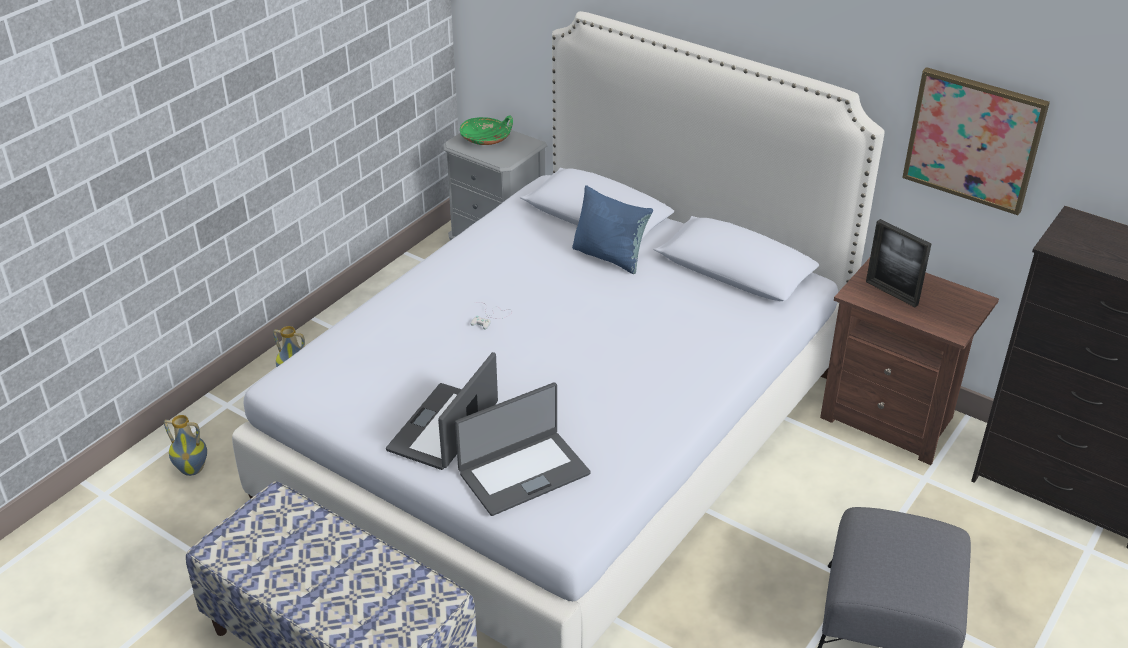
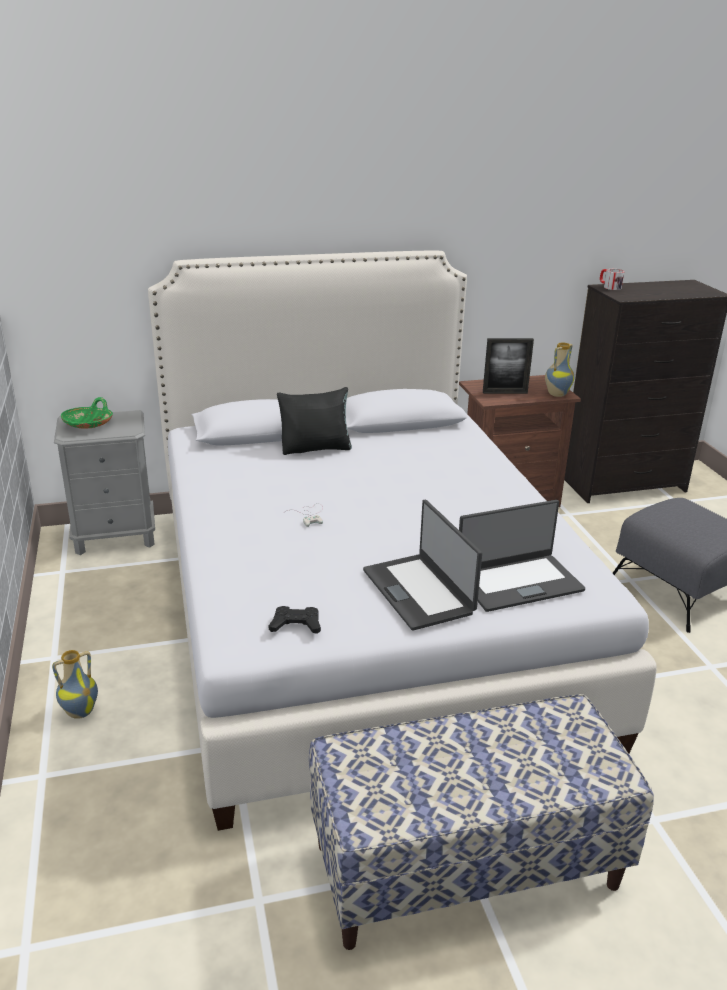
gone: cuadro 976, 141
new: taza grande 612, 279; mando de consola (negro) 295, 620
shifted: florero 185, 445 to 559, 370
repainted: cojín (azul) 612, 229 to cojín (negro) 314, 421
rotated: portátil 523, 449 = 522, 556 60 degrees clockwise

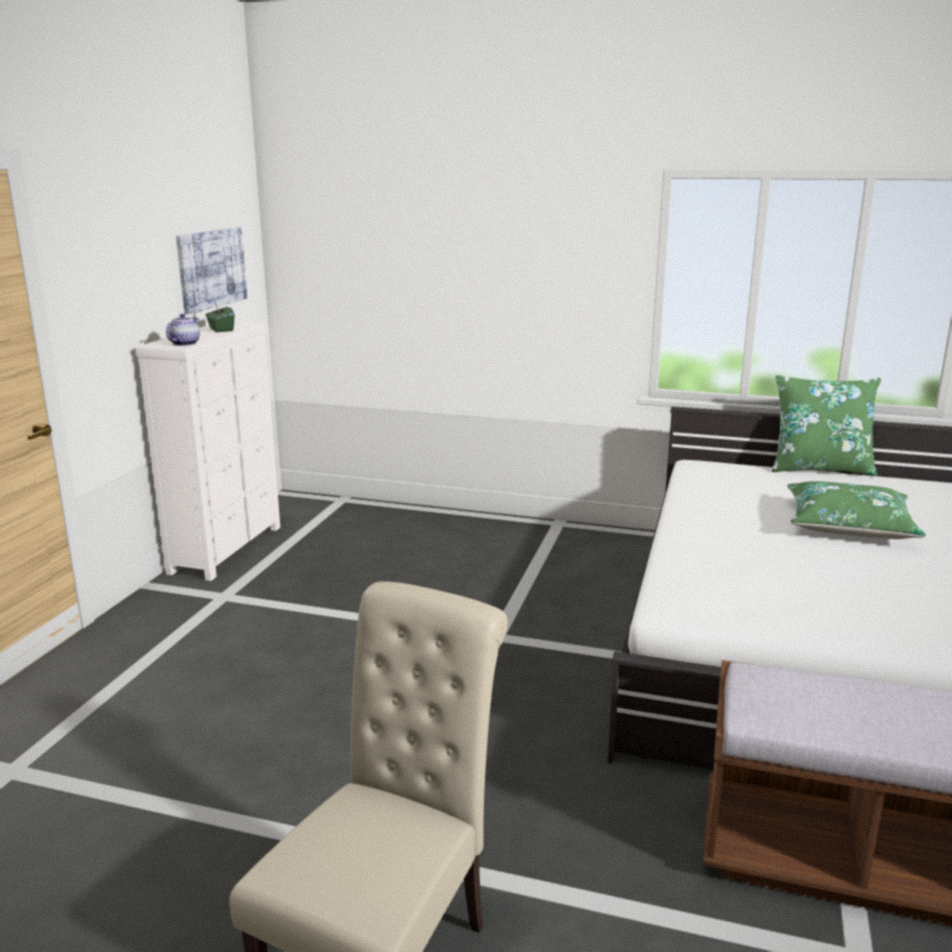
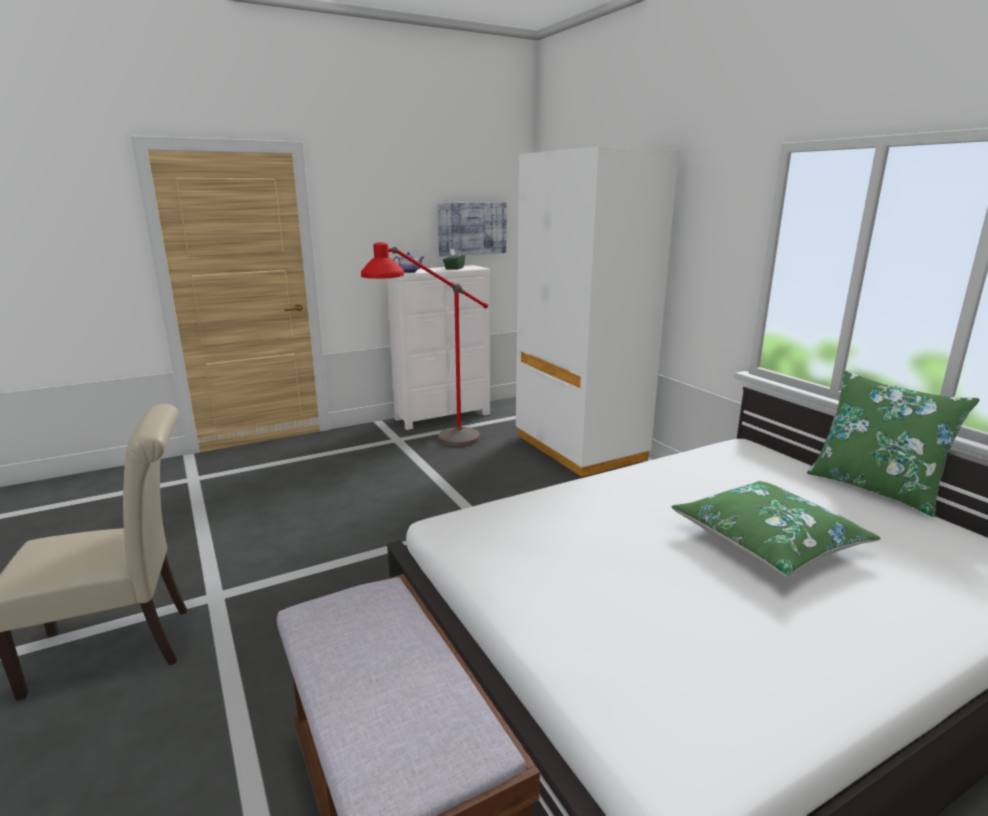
new: armario ropero (blanco) 597, 312; lámpara de pie (rojo) 424, 344

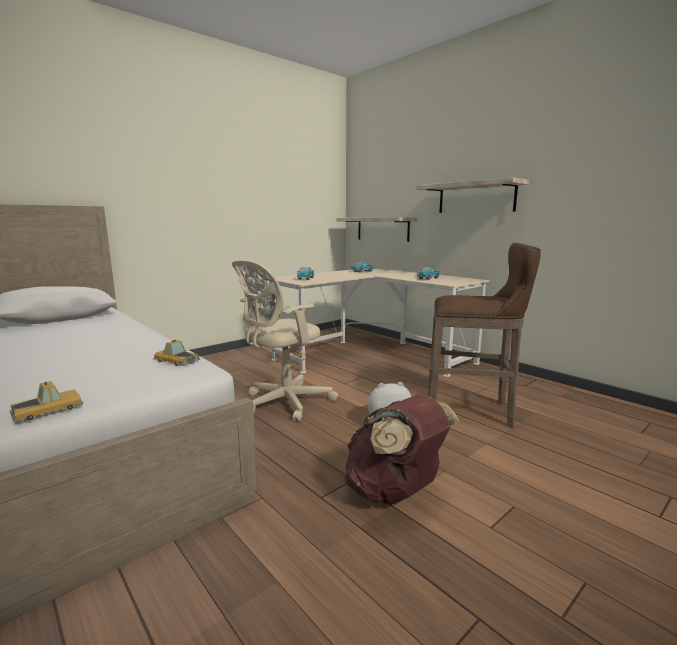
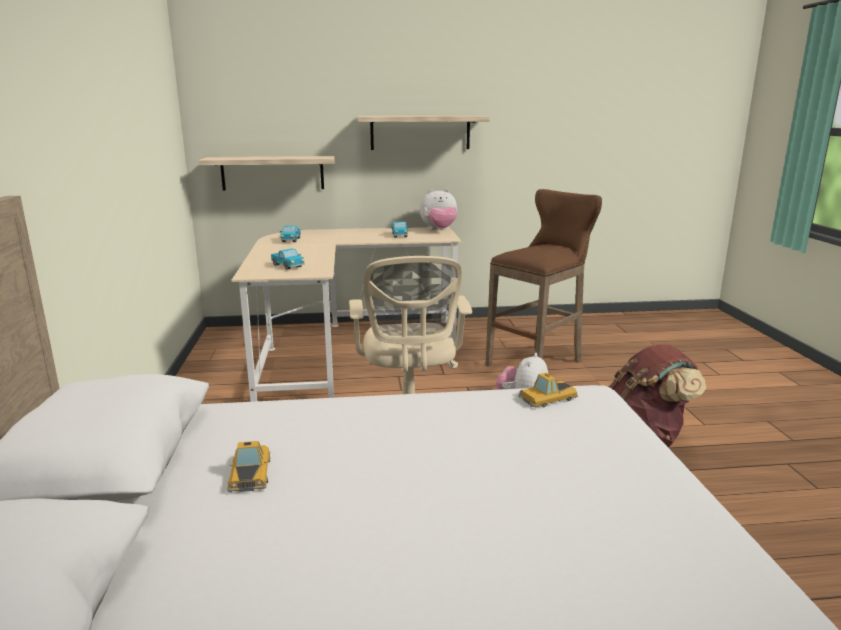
new: peluche 439, 209
shifted: coche de juguete 46, 401 to 248, 466

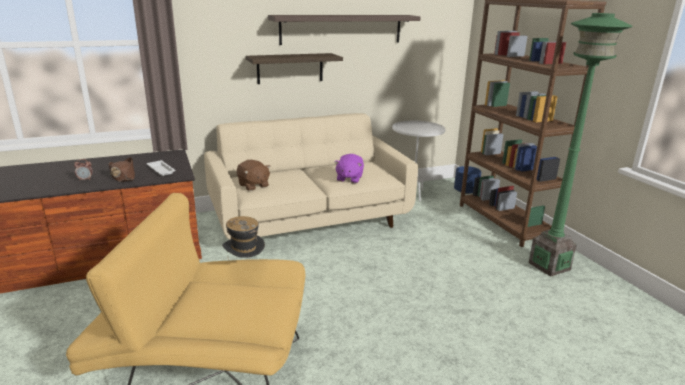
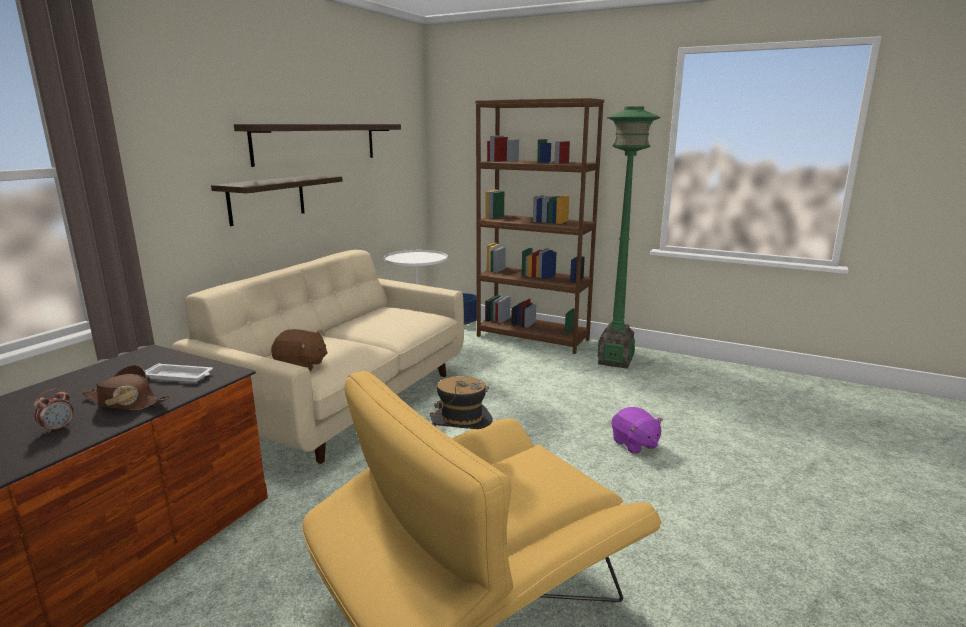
shifted: peluche (morado) 349, 168 to 637, 430

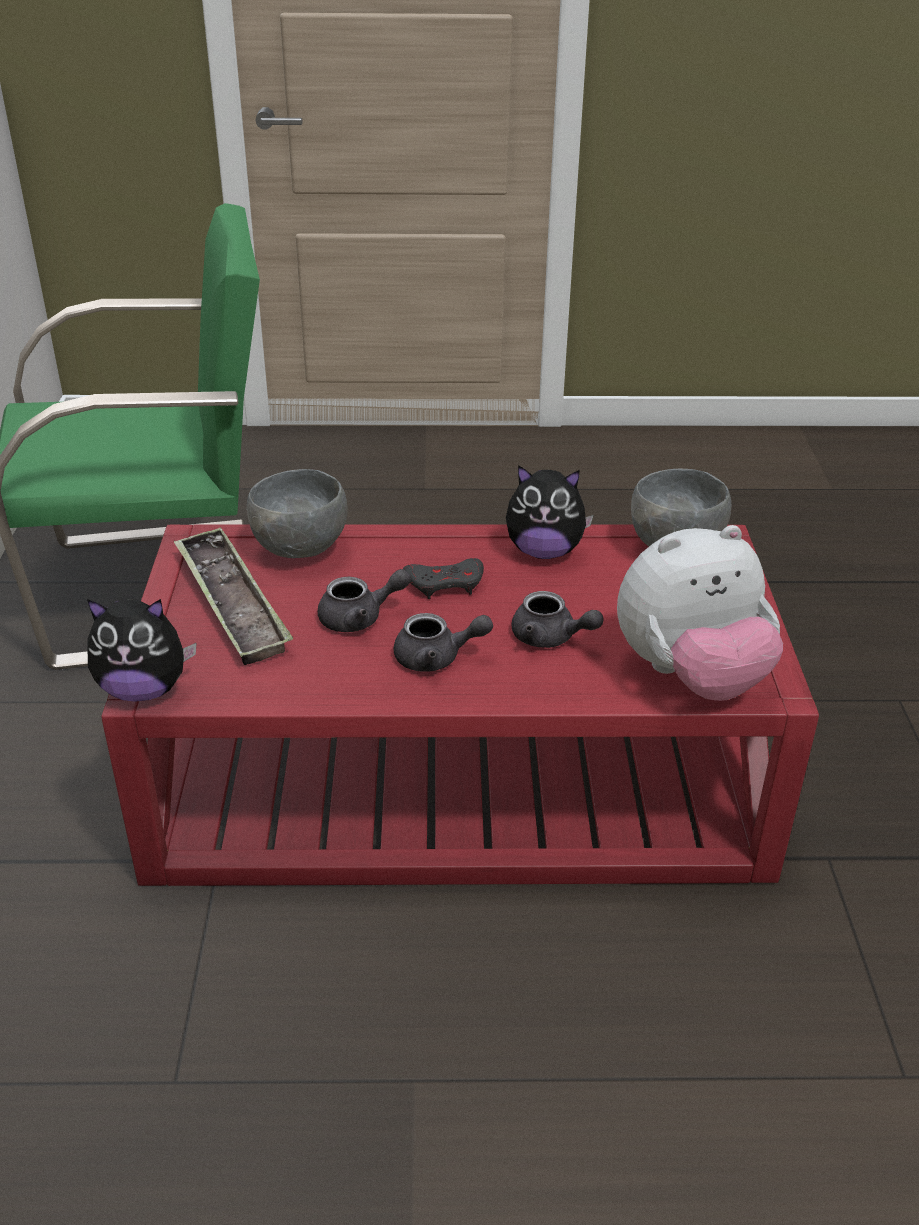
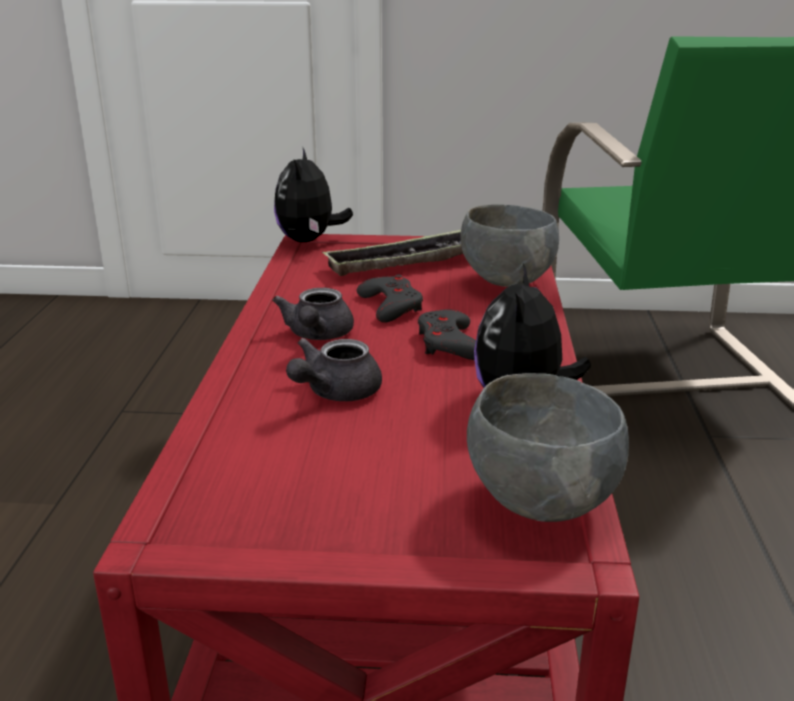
gone: peluche 700, 613
swapped: tetera (gris) 364, 600 to mando de consola (gris) 390, 299

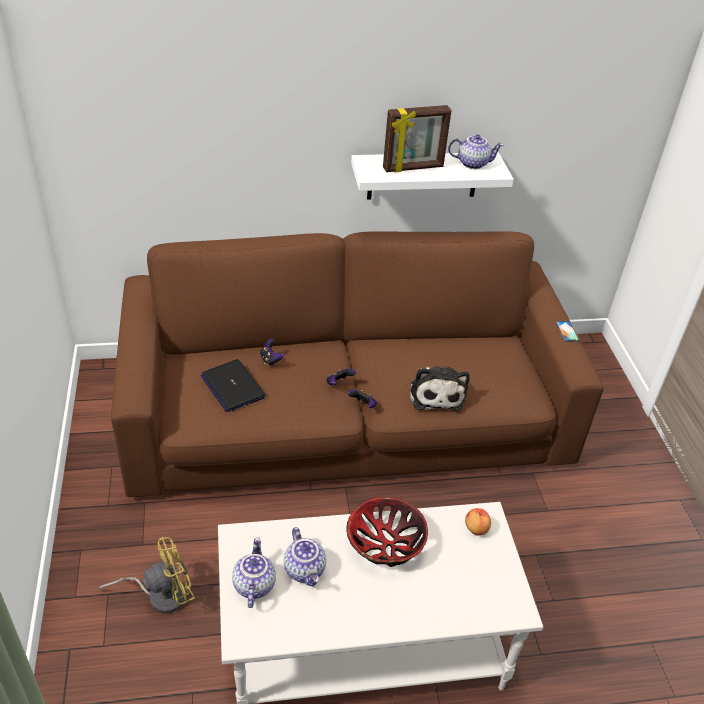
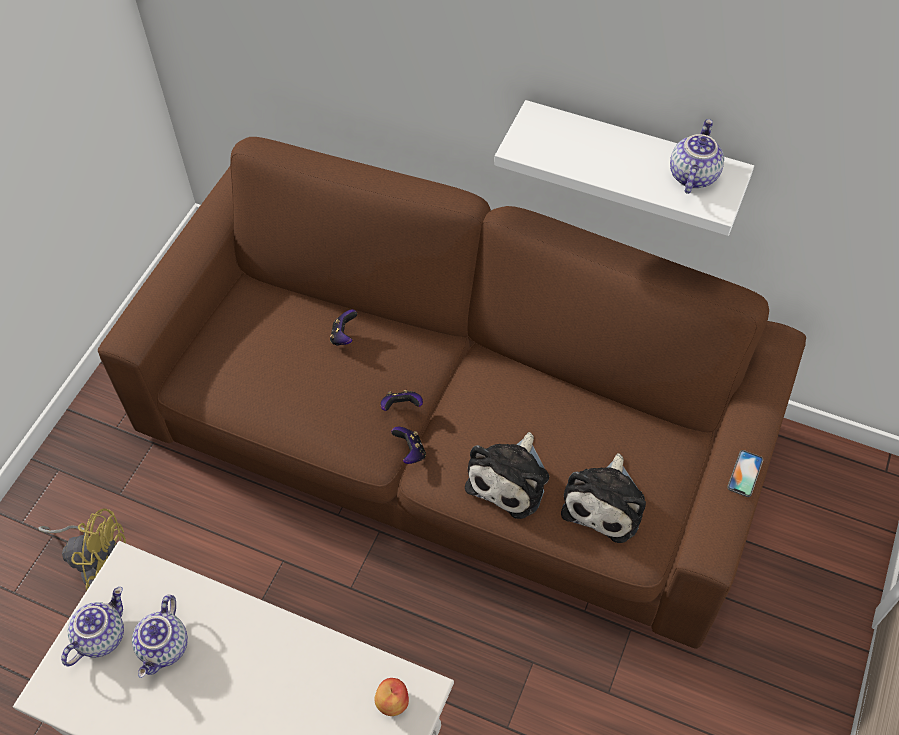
gone: portarretratos 417, 138; portátil 233, 385; cuenco 387, 532
new: peluche 603, 498
rotated: tetera 476, 151 = 697, 156 105 degrees counterclockwise

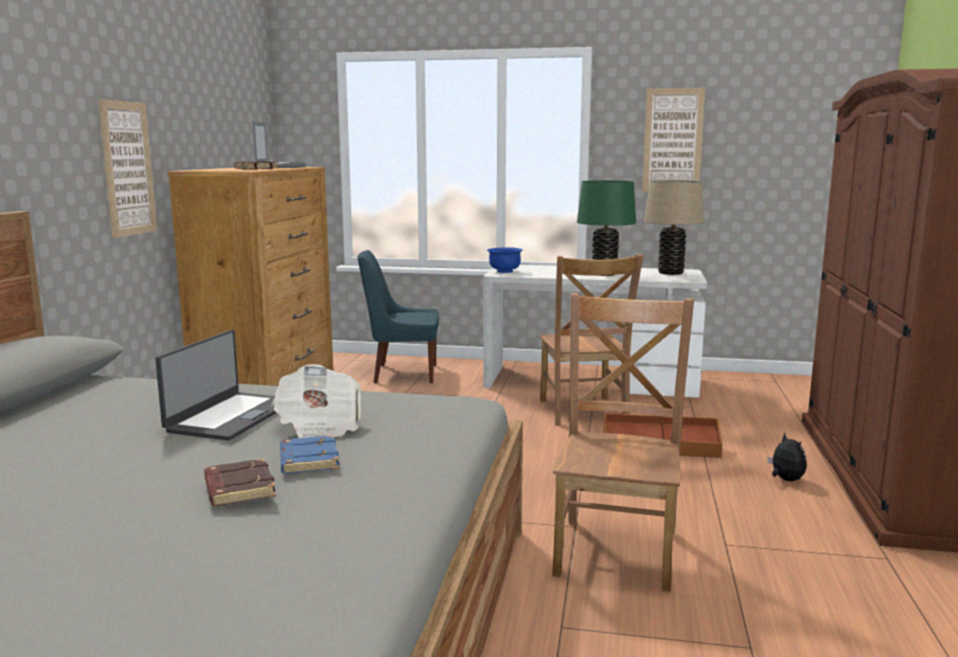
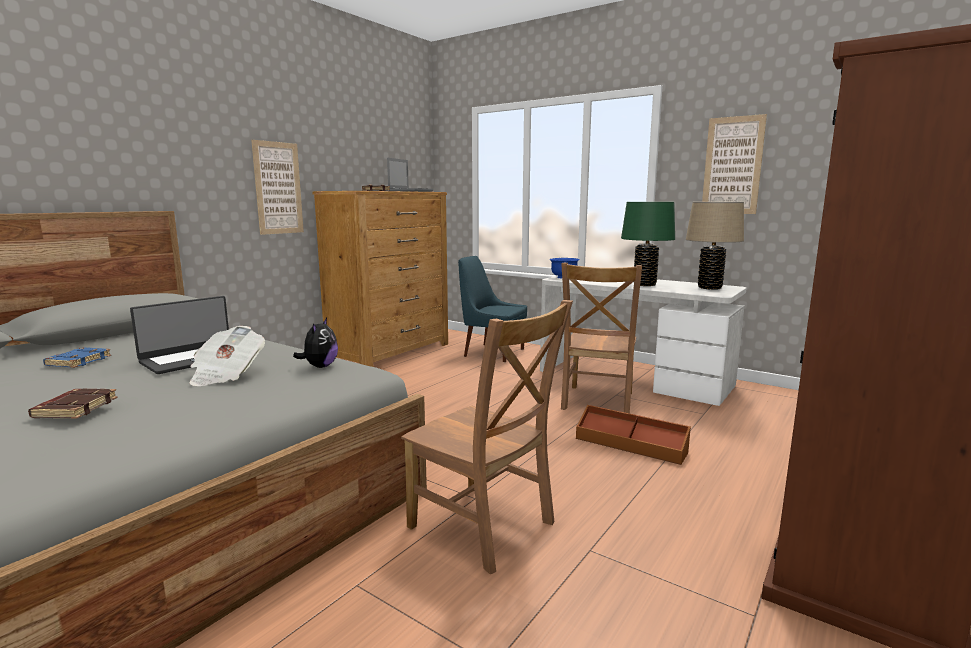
shifted: peluche 787, 457 to 315, 343; libro (azul) 309, 454 to 77, 357
rotated: silla (marrón) 623, 442 = 487, 437 90 degrees clockwise

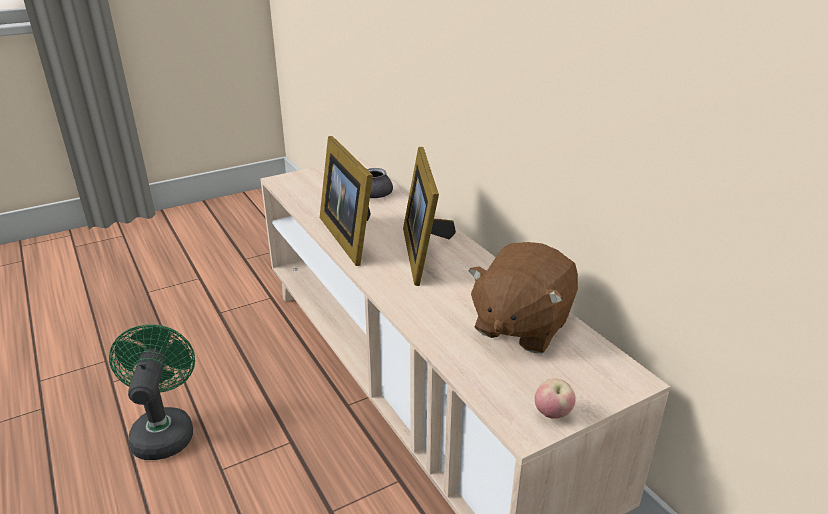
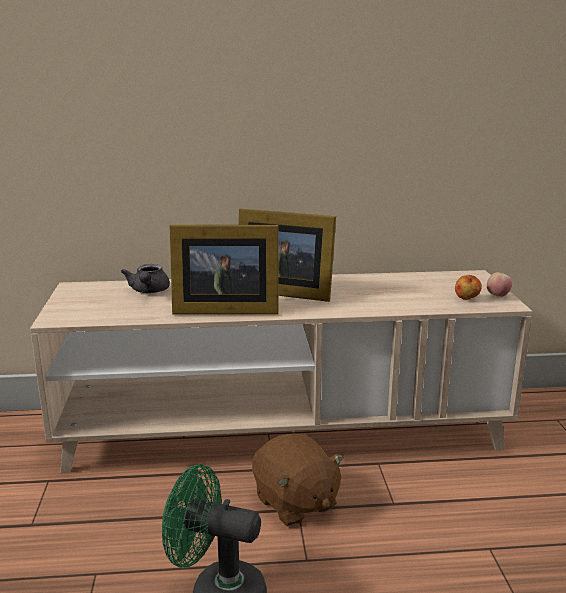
new: manzana 468, 287
shifted: peluche (marrón) 523, 297 to 298, 480

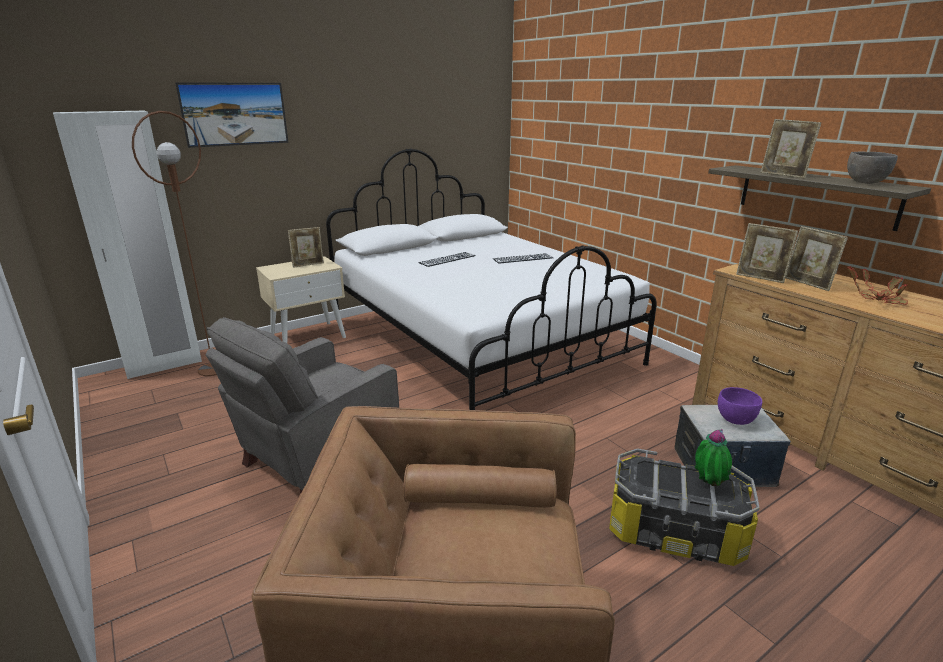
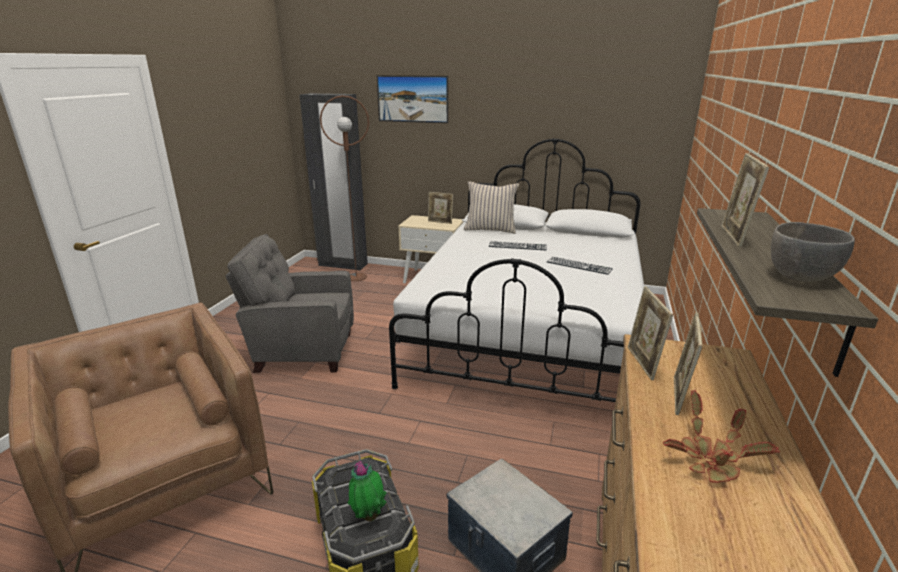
gone: cuenco (morado) 740, 406
new: cojín (beis) 491, 207
repainted: armario ropero (blanco) 127, 245 to armario ropero (negro) 334, 181

